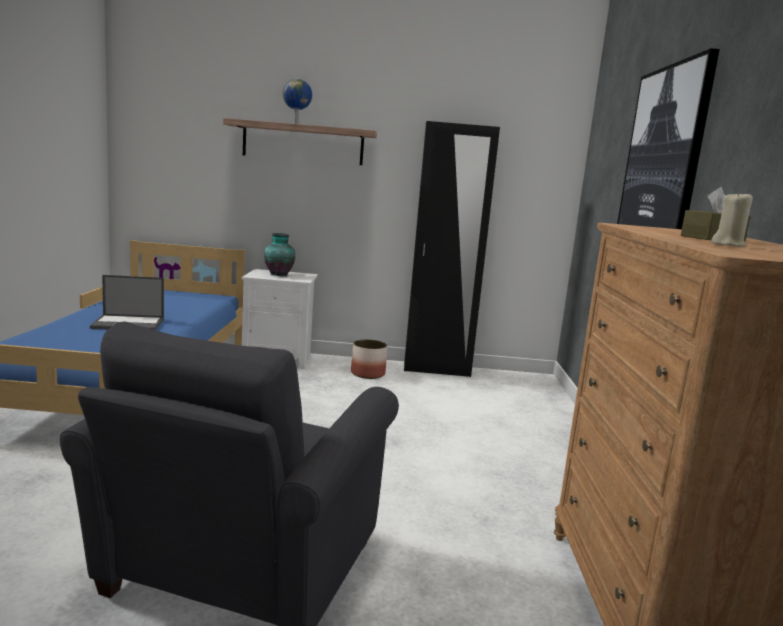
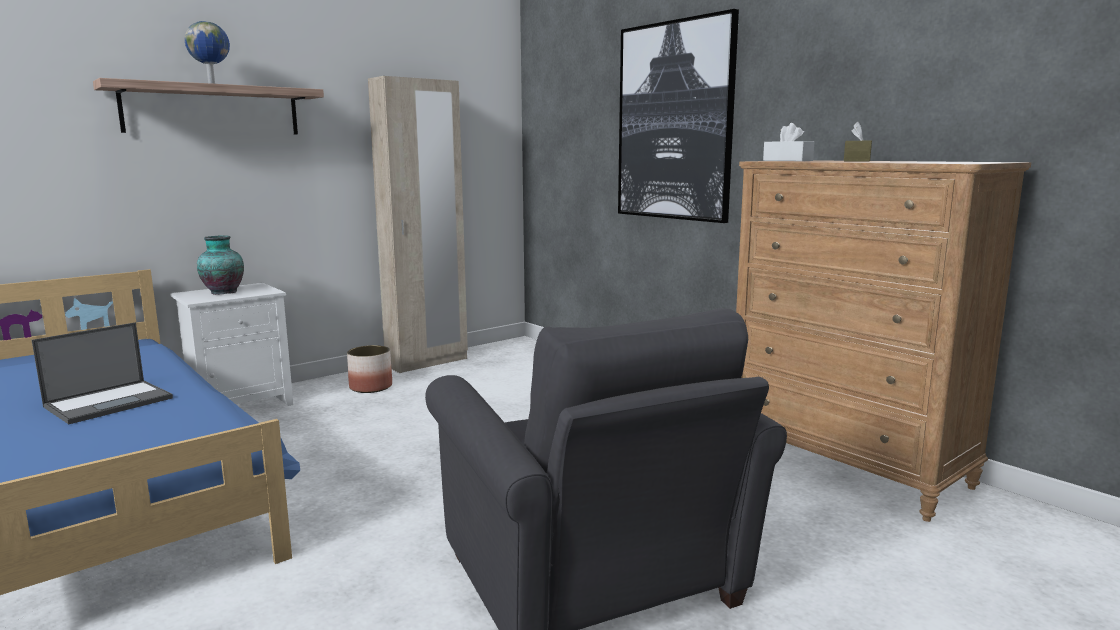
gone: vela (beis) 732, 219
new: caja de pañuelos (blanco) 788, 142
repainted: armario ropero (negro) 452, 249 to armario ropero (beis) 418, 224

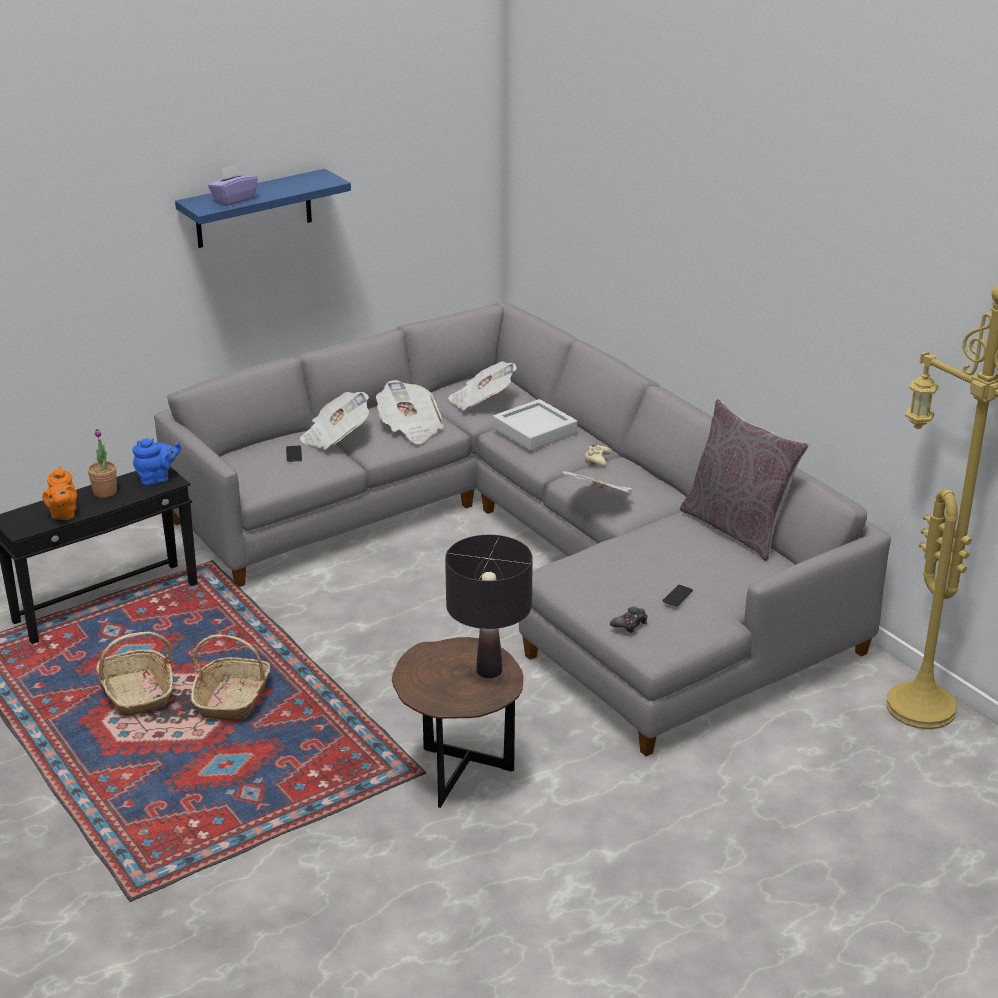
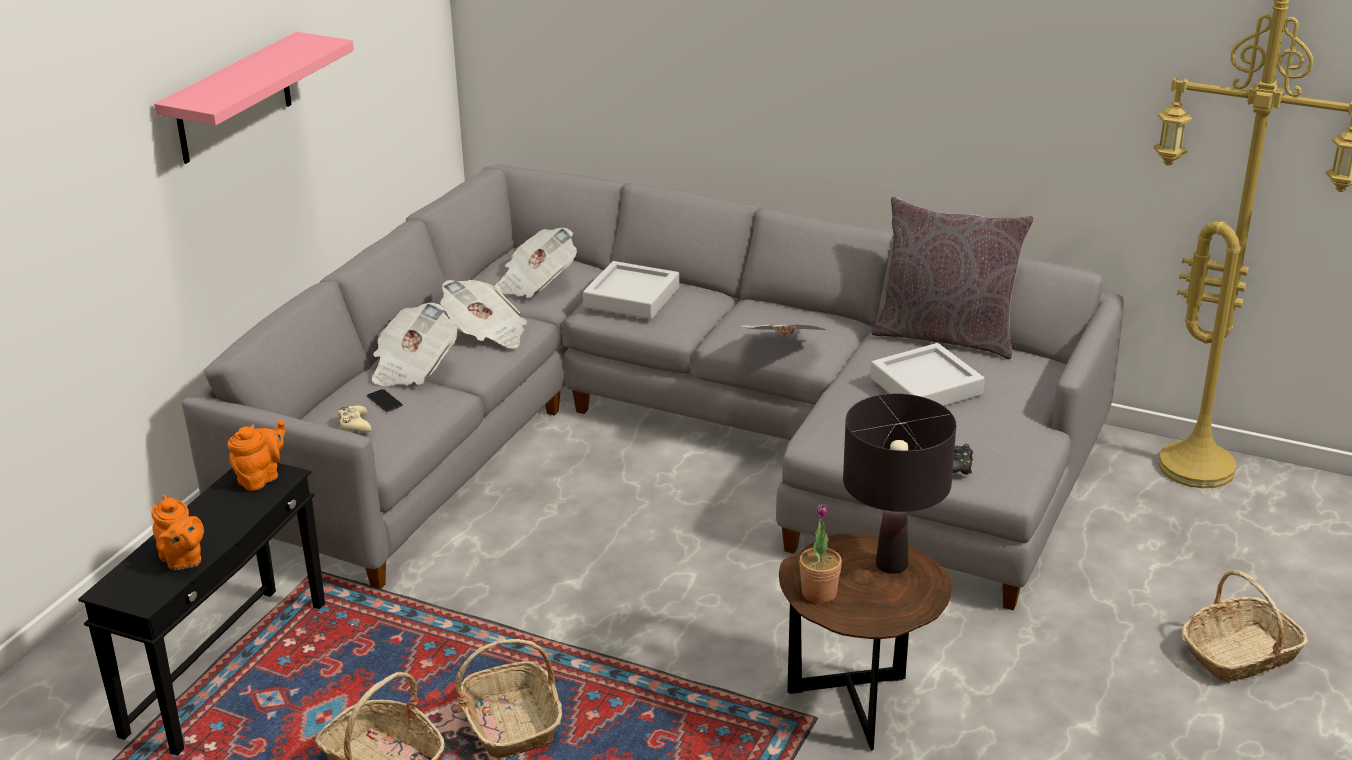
gone: caja de pañuelos (morado) 233, 185; móvil 678, 595
new: bandeja (gris) 927, 374; cesta 1244, 626
shifted: planta en maceta 102, 463 to 820, 553; mando de consola (beis) 597, 456 to 354, 418
repainted: estante (azul) 263, 208 to estante (rosa) 254, 98; tetera (azul) 156, 461 to tetera (naranja) 256, 455

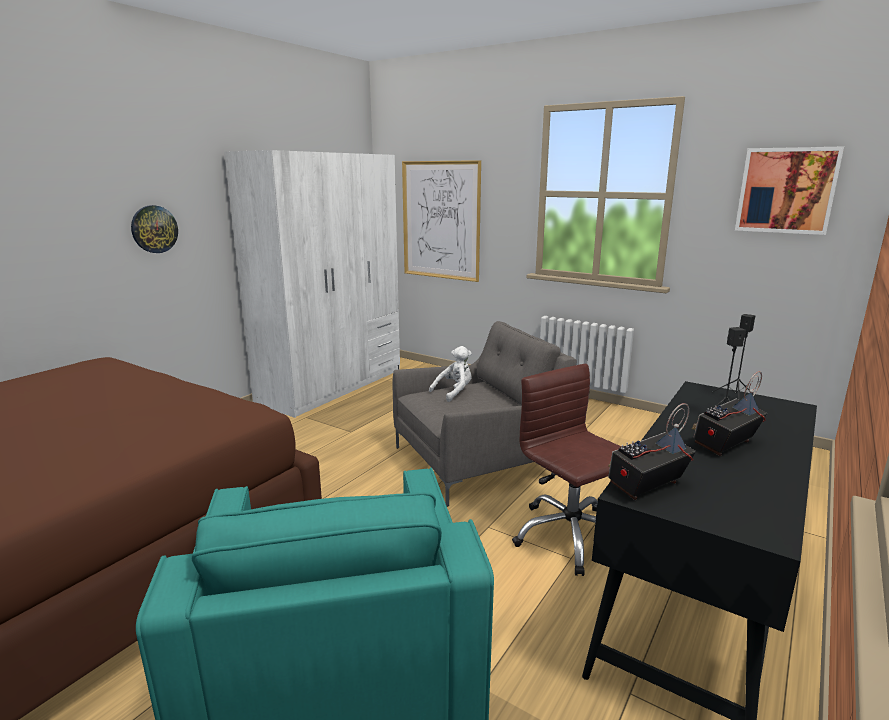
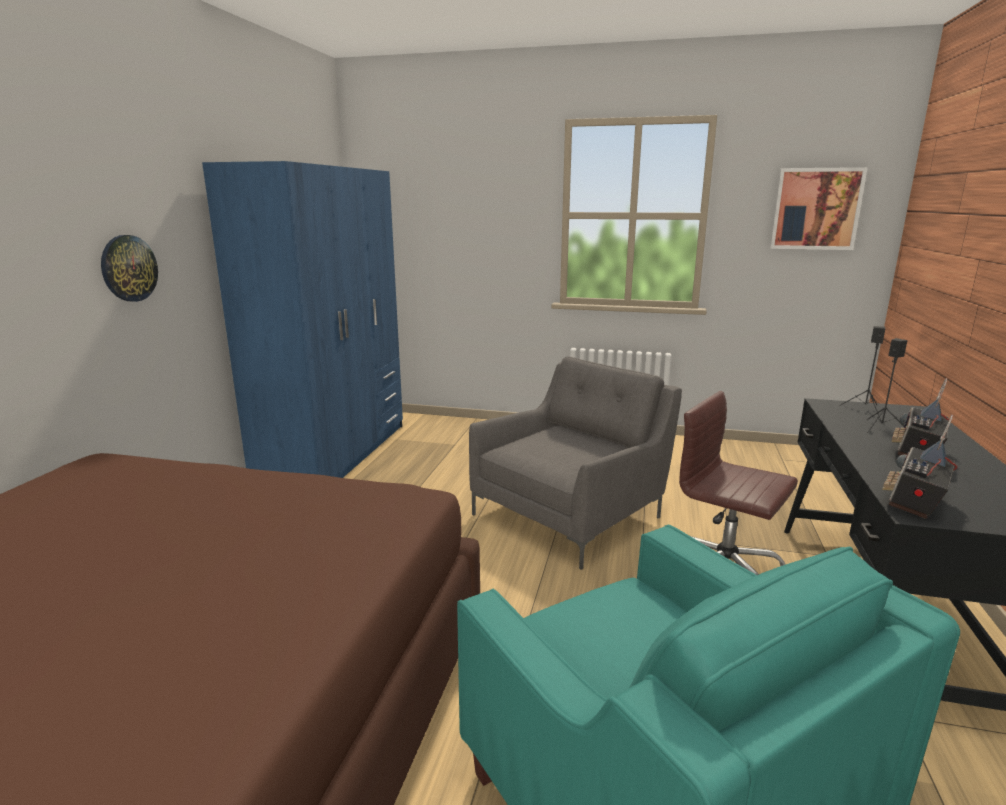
gone: cuadro 441, 221; peluche (blanco) 450, 374
repainted: armario ropero (blanco) 312, 284 to armario ropero (azul) 302, 319

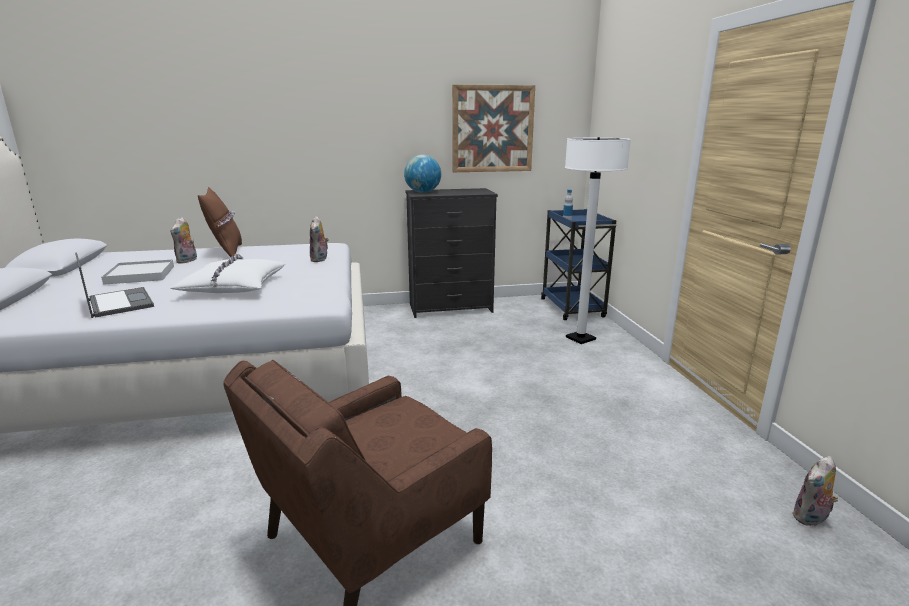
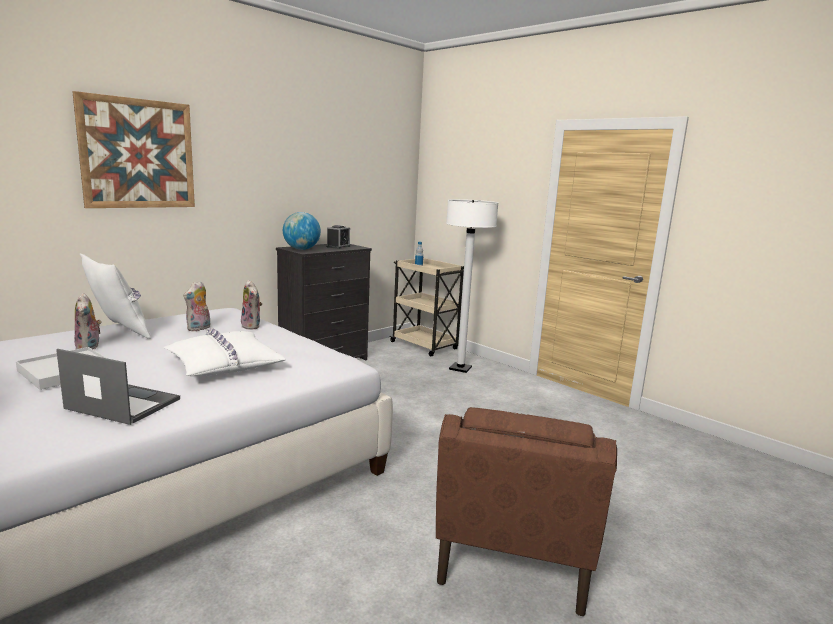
new: despertador 338, 237
shifted: cuadro 493, 128 to 133, 149; peluche 815, 491 to 196, 306
repainted: cojín (marrón) 220, 222 to cojín (blanco) 115, 296; carrito (azul) 579, 264 to carrito (beis) 427, 307

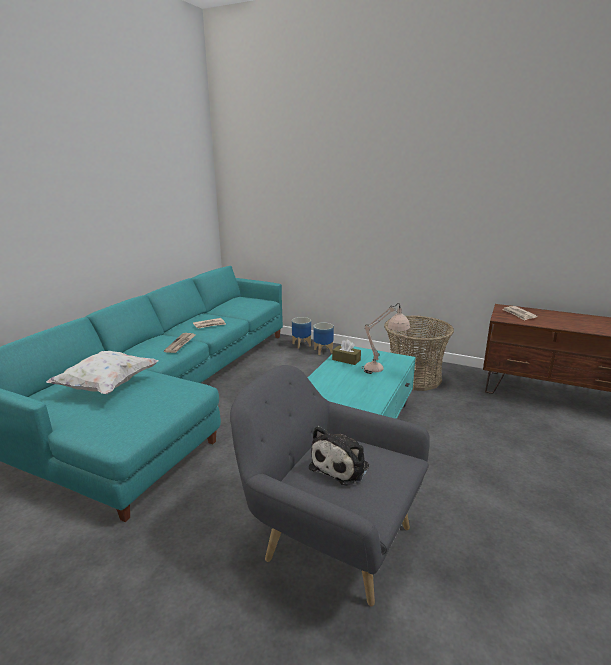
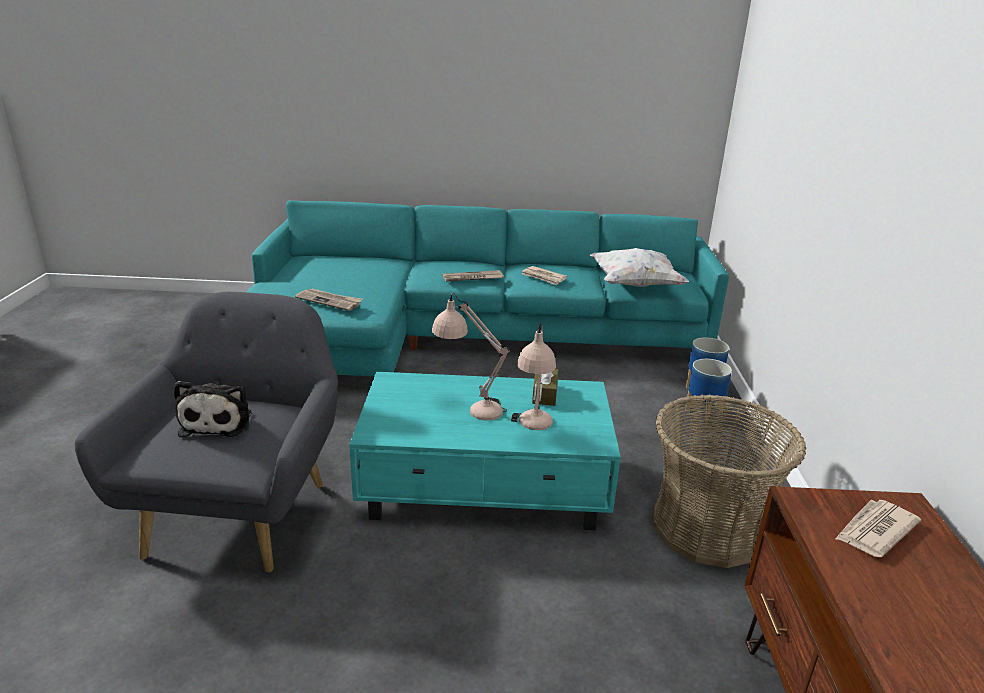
new: periódico 329, 299; lámpara de mesa (beis) 471, 357
shifted: cojín (blanco) 102, 372 to 639, 267
rotated: peluche 339, 456 = 213, 409 105 degrees counterclockwise

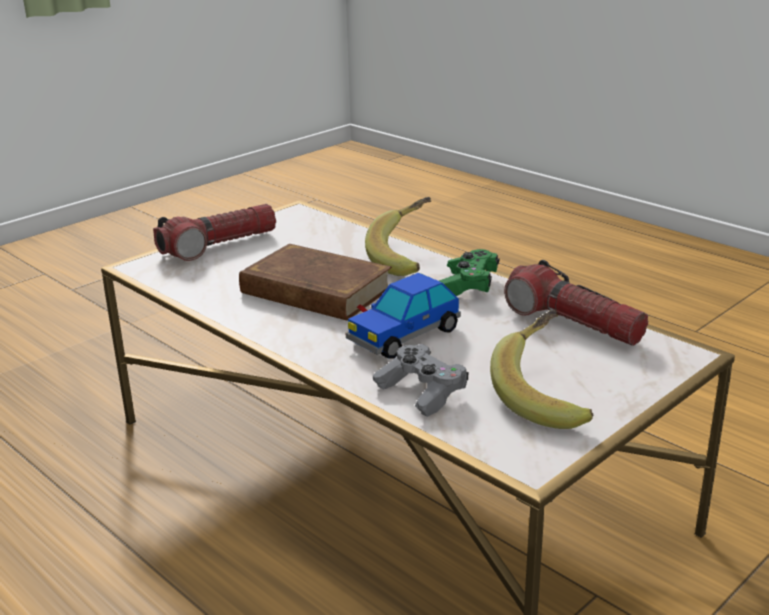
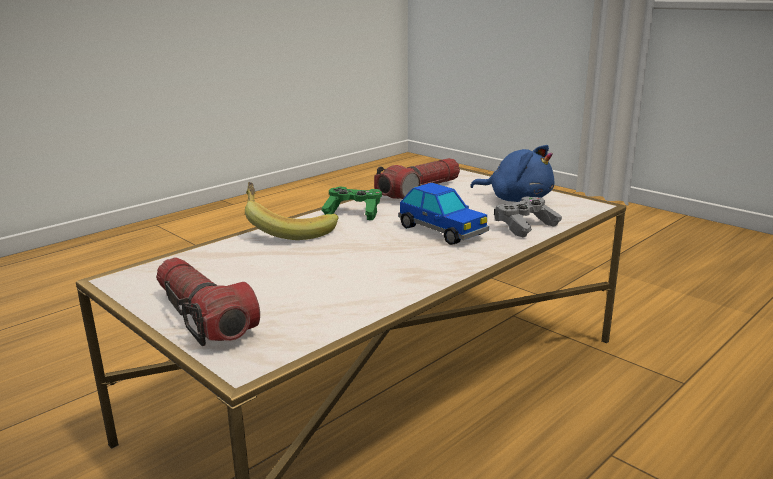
gone: libro (marrón) 315, 282
swapped: plátano 541, 369 to peluche (azul) 512, 173

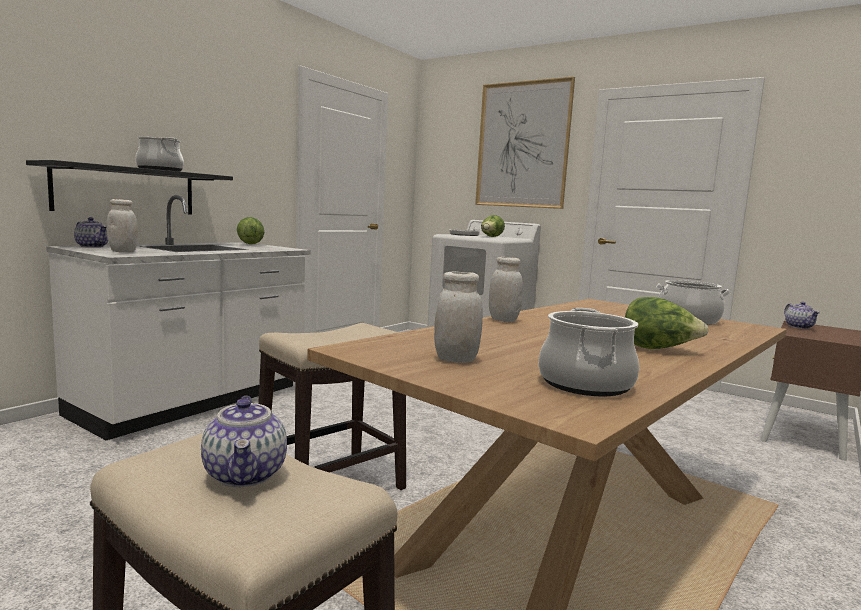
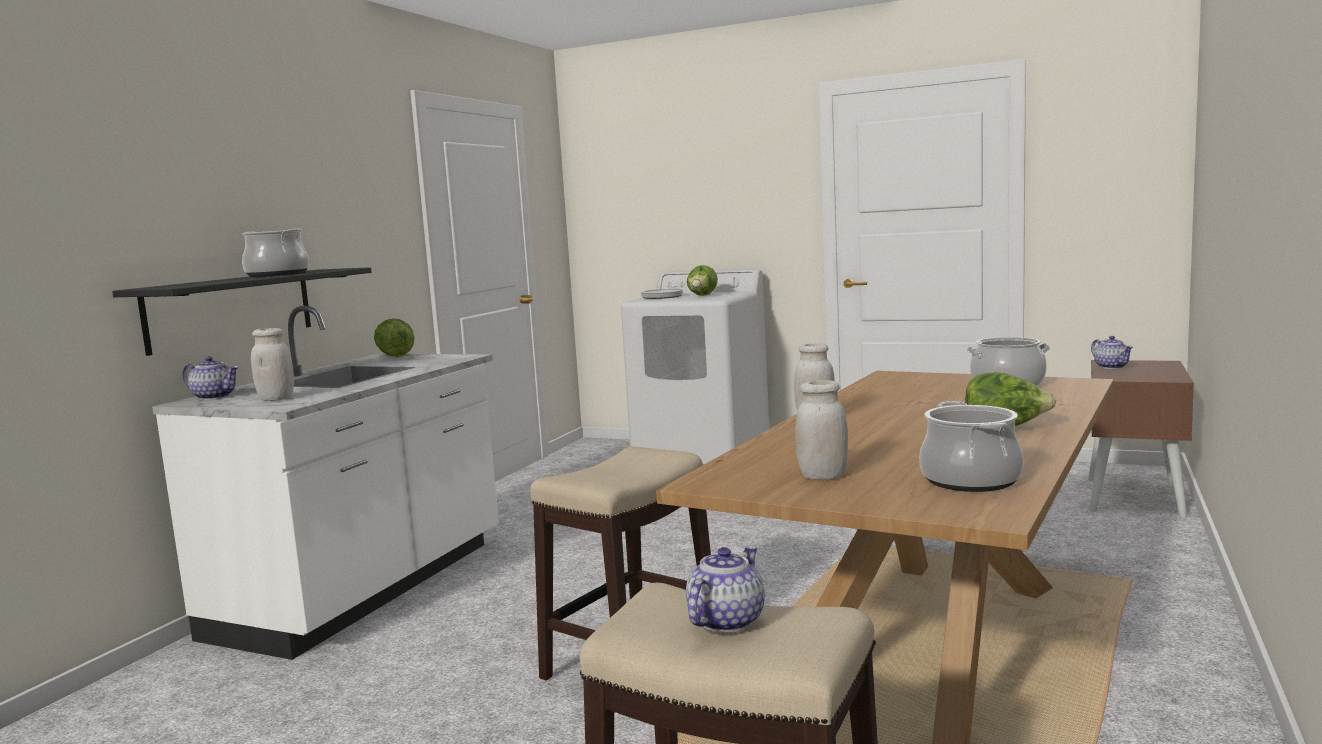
gone: cuadro 525, 143
rotated: tetera 244, 441 = 725, 590 120 degrees counterclockwise

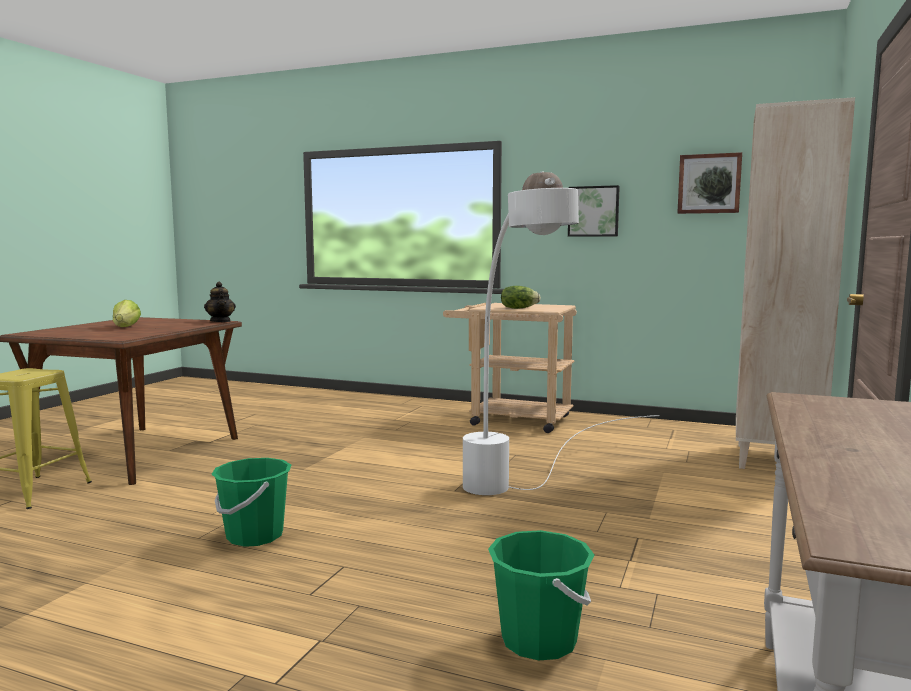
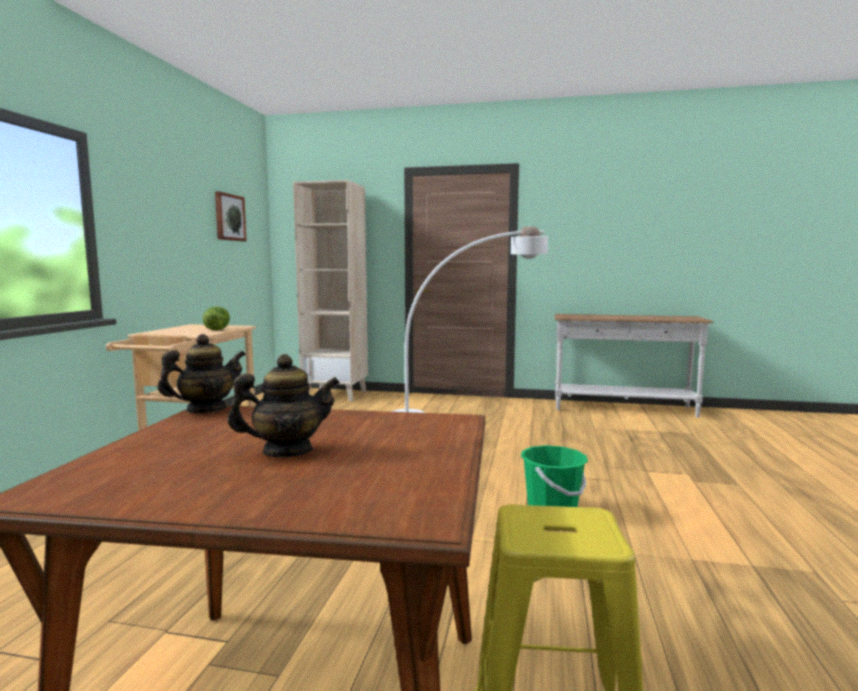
gone: cuadro 594, 211; cubo (verde) 541, 595
swapped: lechuga 127, 313 to tetera 283, 405

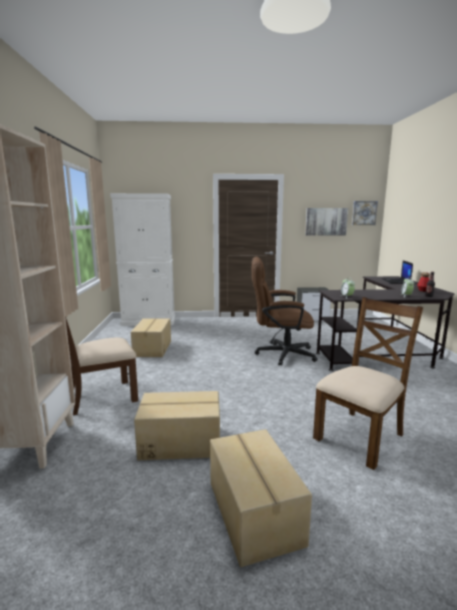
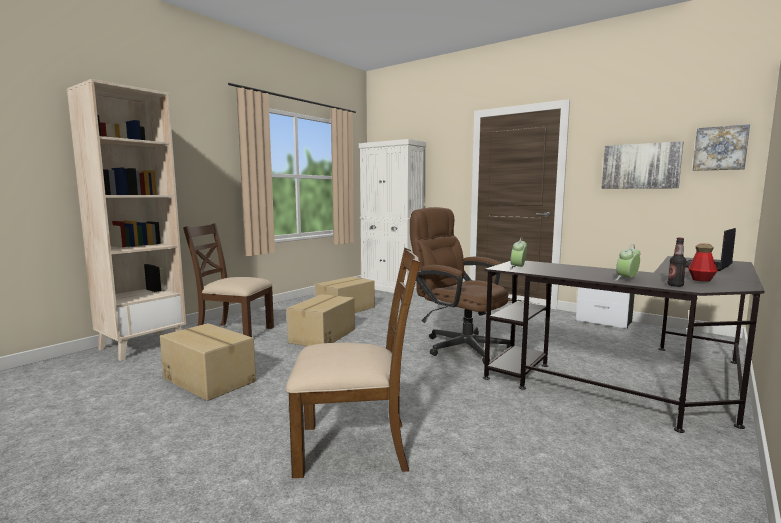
shifted: caja de cartón 261, 498 to 321, 320

